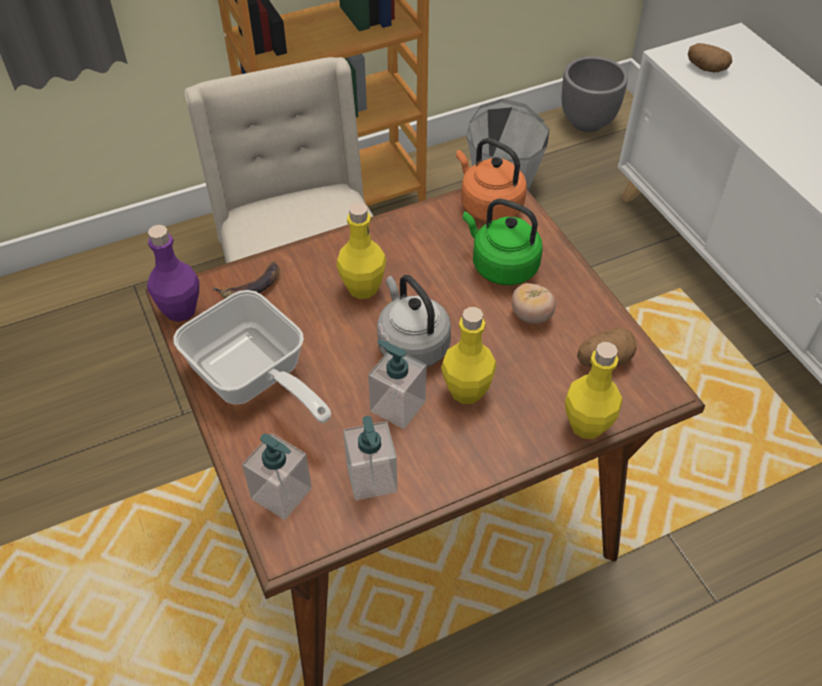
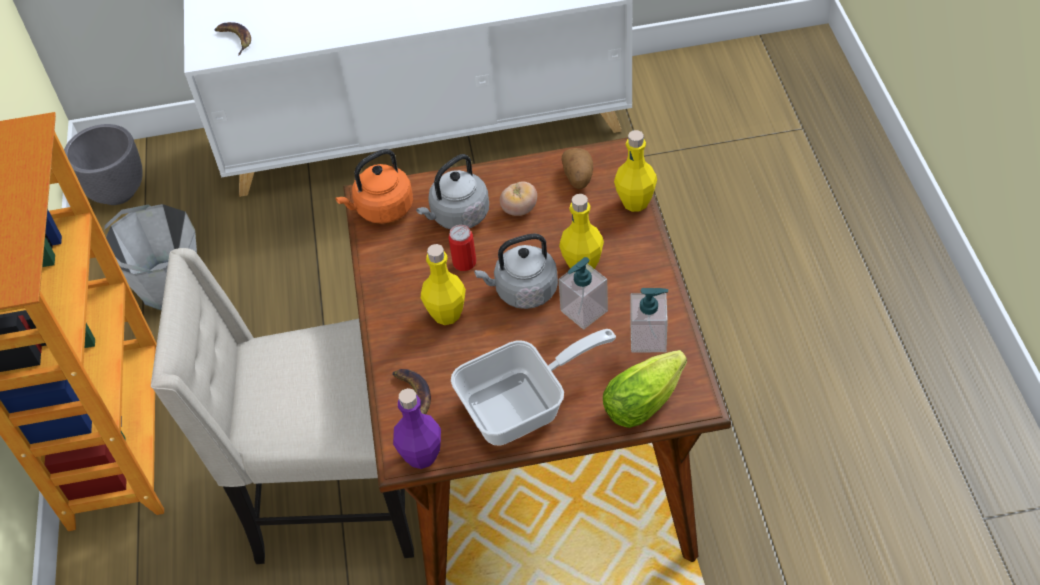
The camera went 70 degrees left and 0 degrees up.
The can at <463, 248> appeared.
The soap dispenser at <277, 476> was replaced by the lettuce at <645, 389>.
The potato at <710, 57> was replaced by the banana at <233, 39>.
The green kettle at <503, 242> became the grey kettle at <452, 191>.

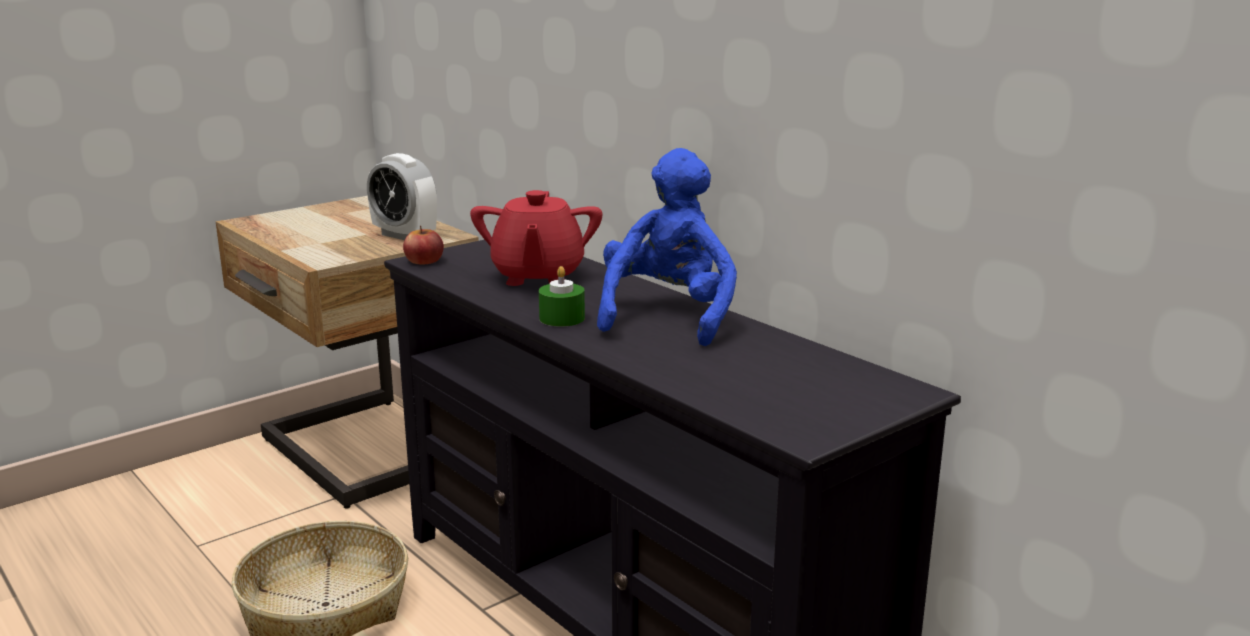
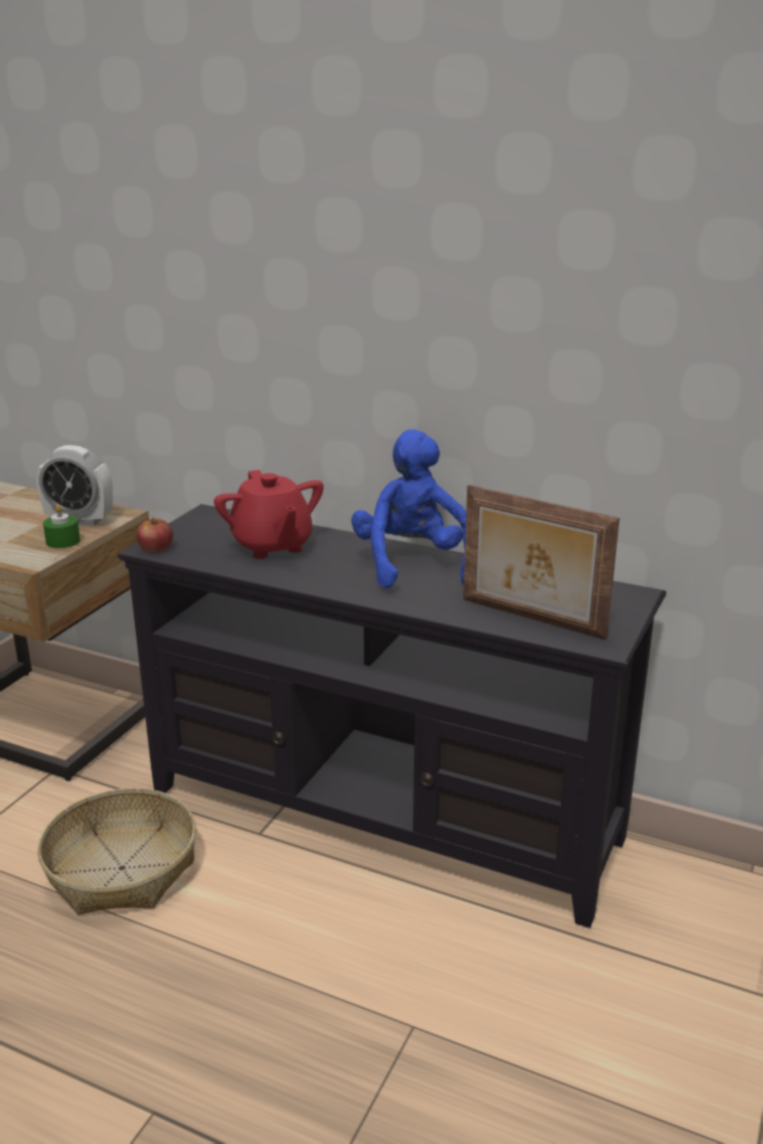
The camera went 25 degrees left and 5 degrees up.
The picture frame at <541, 562> appeared.
The green candle moved from <562, 296> to <61, 526>.

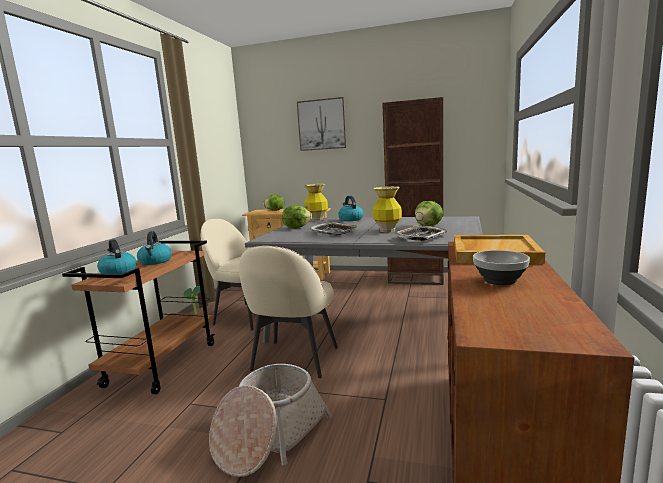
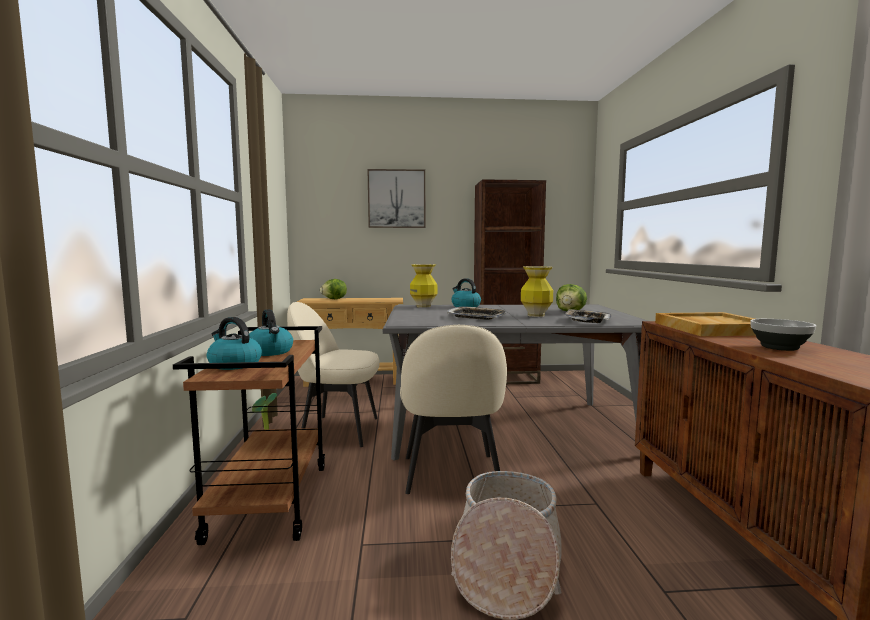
The camera went 20 degrees left and 5 degrees down.
The lettuce at <297, 216> disappeared.

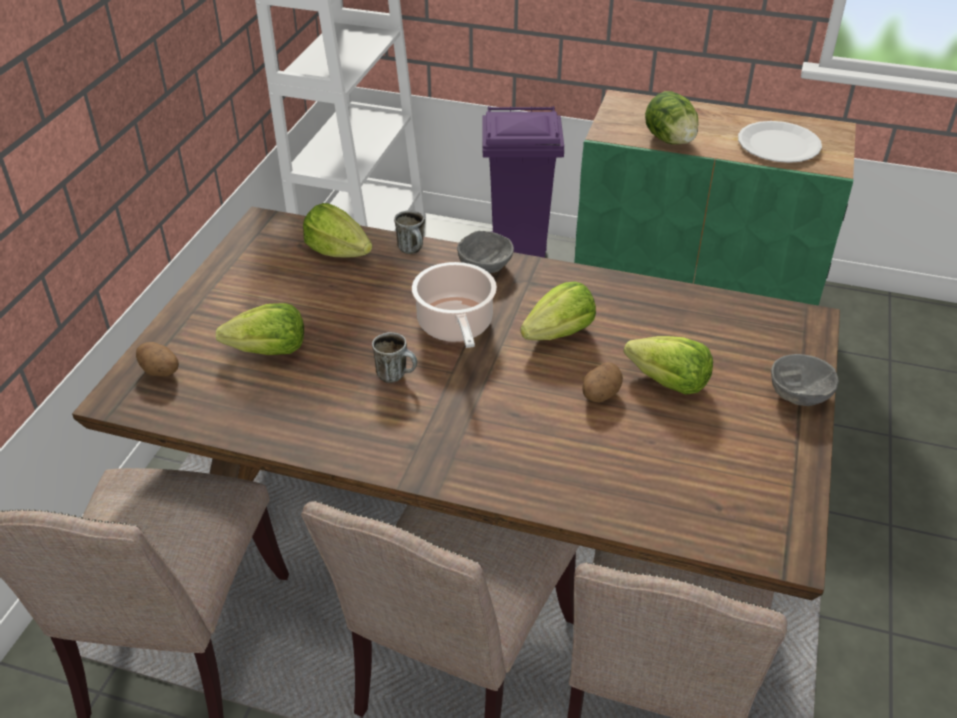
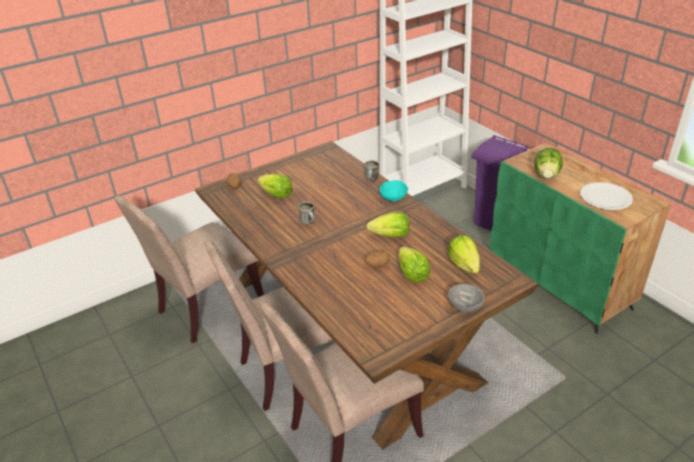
The camera went 40 degrees right and 5 degrees down.
The cooking pot at <454, 305> disappeared.
The lettuce moved from <337, 230> to <464, 254>.
The grey bowl at <485, 252> became the turquoise bowl at <393, 190>.

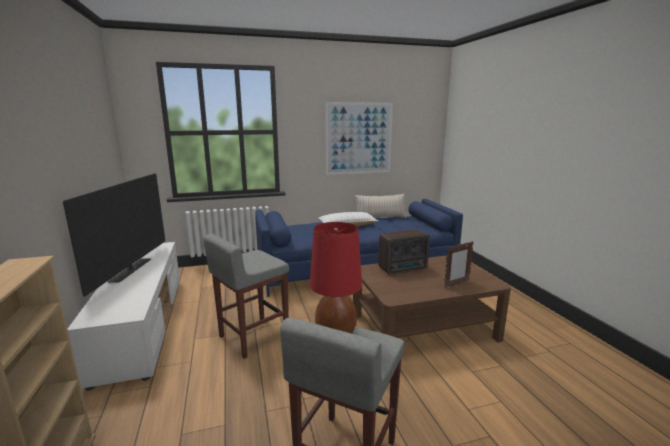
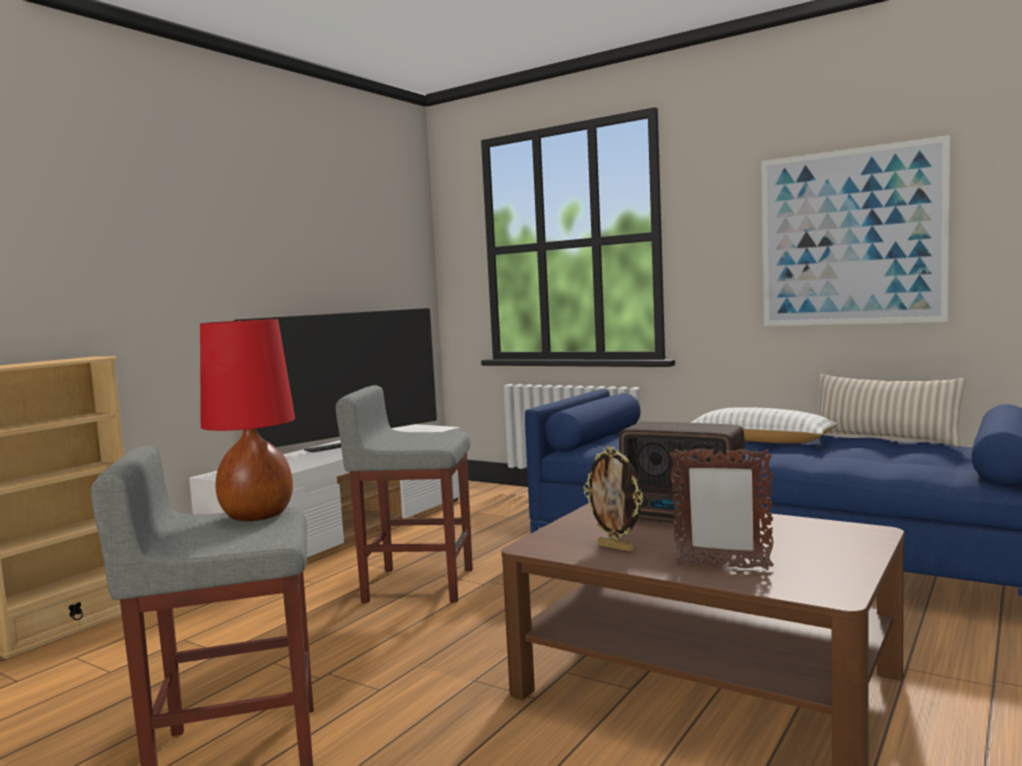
The camera went 50 degrees right and 10 degrees down.
The picture frame at <613, 498> appeared.

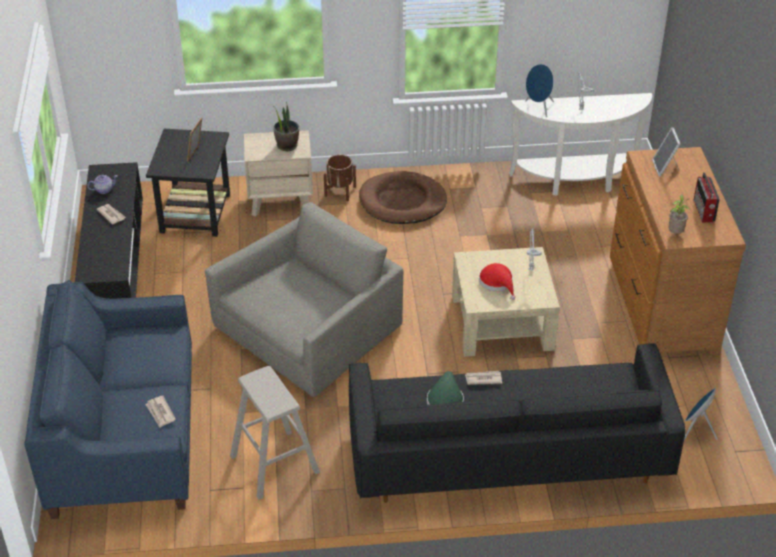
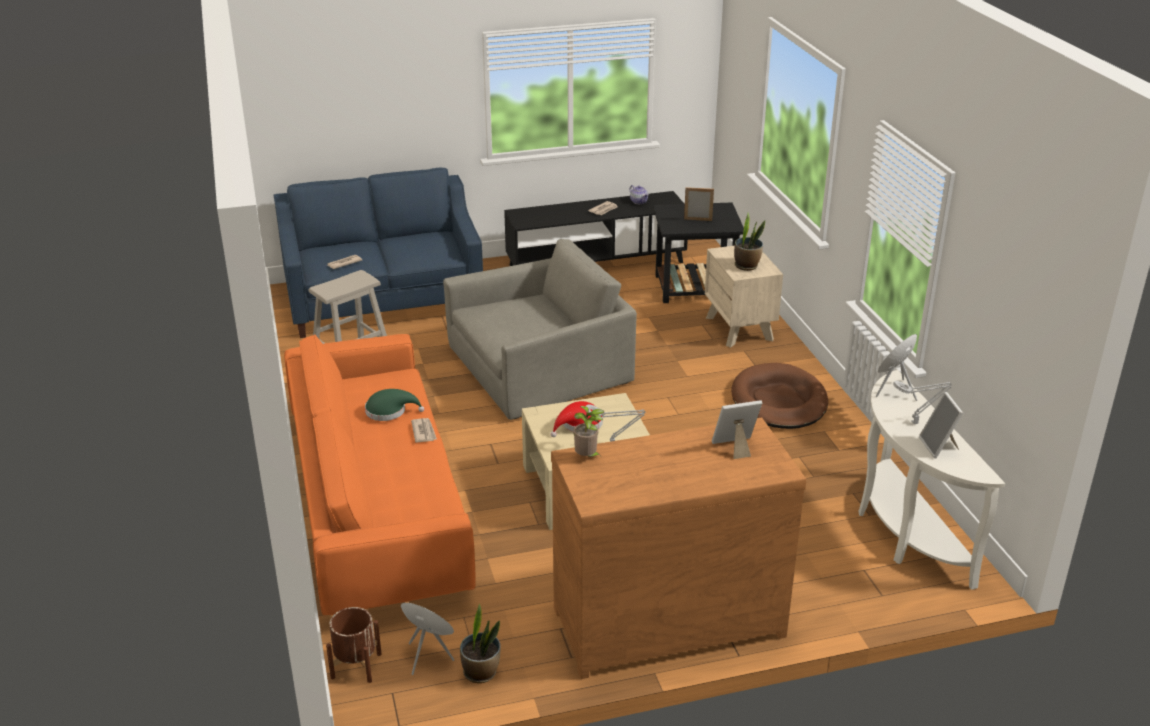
The camera went 80 degrees right and 10 degrees down.
The radio at <707, 197> disappeared.
The potted plant at <480, 643> appeared.
The picture frame at <941, 425> appeared.
The brown planter moved from <340, 178> to <354, 645>.
The black sofa at <517, 423> became the orange sofa at <380, 475>.
The grey armchair at <304, 299> turned 60 degrees counterclockwise.

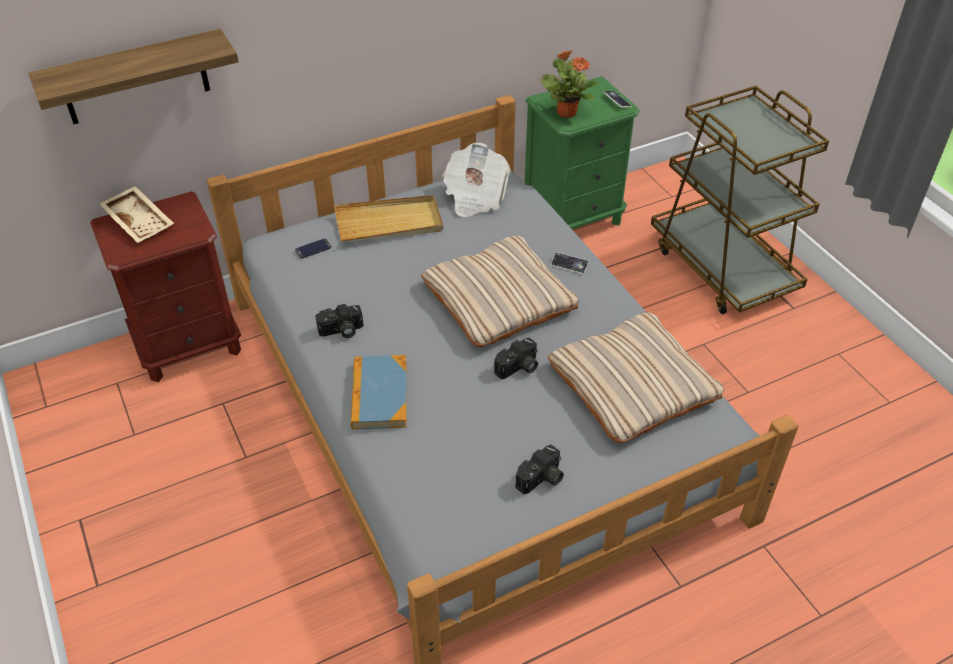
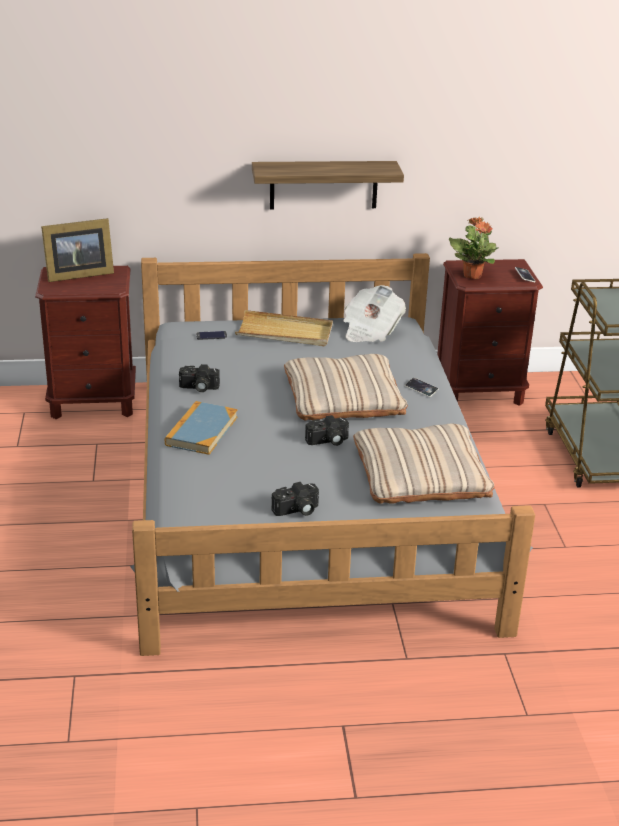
The camera went 20 degrees right and 15 degrees down.
The shelf moved from <133, 76> to <328, 185>.
The beige tray at <136, 214> was replaced by the picture frame at <77, 250>.
The green nightstand at <582, 152> became the brown nightstand at <490, 332>.

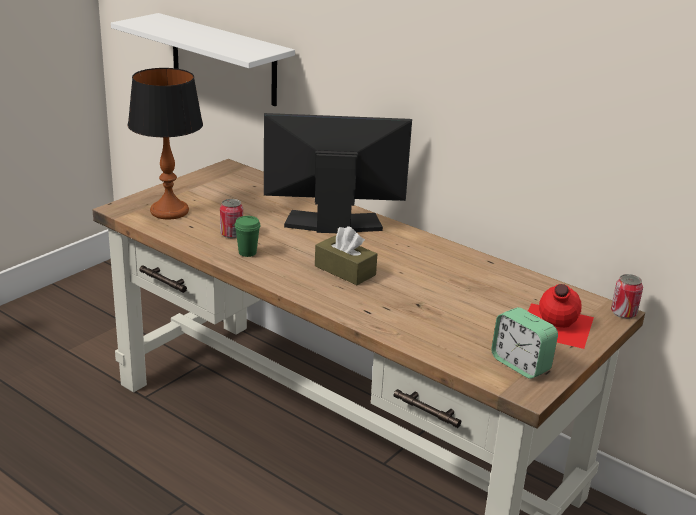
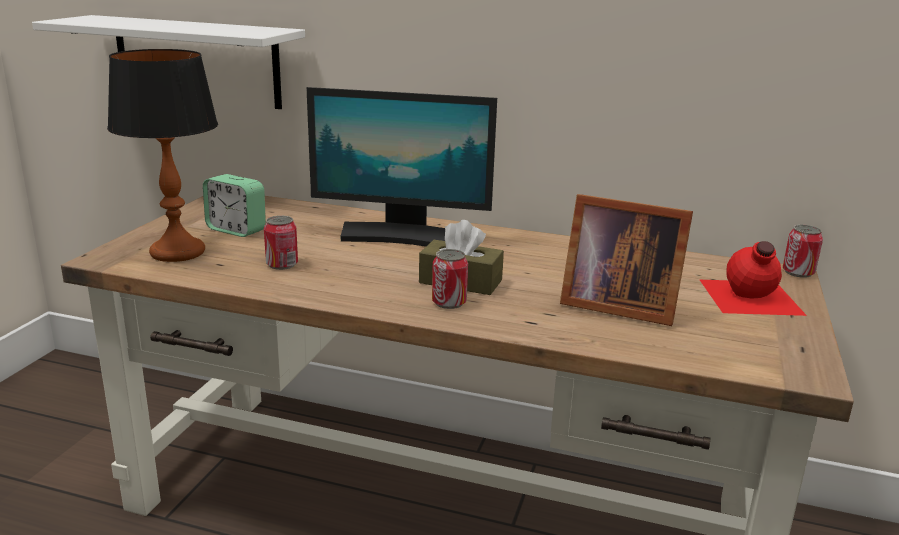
The camera went 20 degrees left and 5 degrees down.
The green cup at <247, 236> disappeared.
The can at <450, 279> appeared.
The picture frame at <626, 260> appeared.
The alarm clock moved from <524, 343> to <234, 205>.
The monitor at <338, 173> turned 150 degrees counterclockwise.

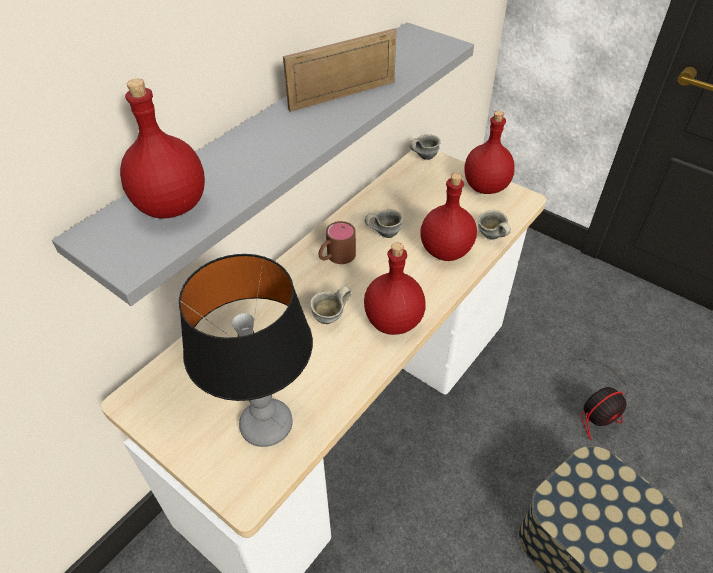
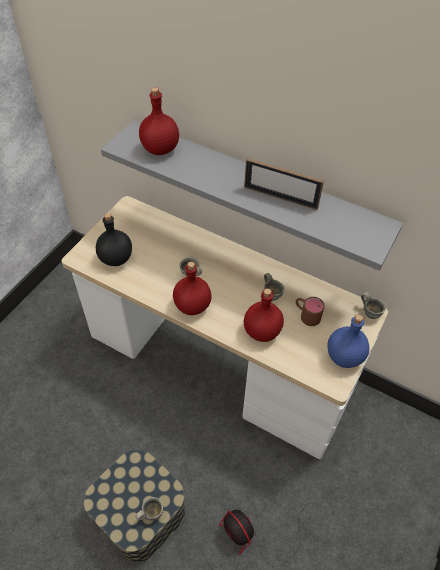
The camera went 80 degrees right and 5 degrees up.
The brown mug moved from <337, 242> to <310, 311>.
The grey mug moved from <494, 224> to <149, 509>.
The table lamp at <246, 350> was replaced by the black bottle at <114, 239>.
The red bottle at <489, 152> became the blue bottle at <348, 341>.
The picture frame at <339, 70> turned 150 degrees clockwise.

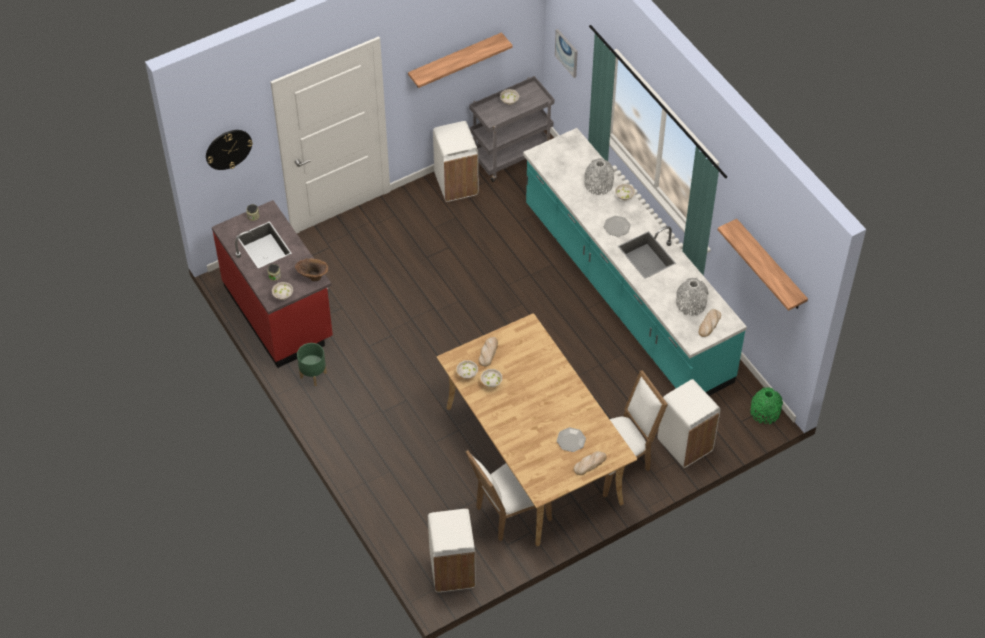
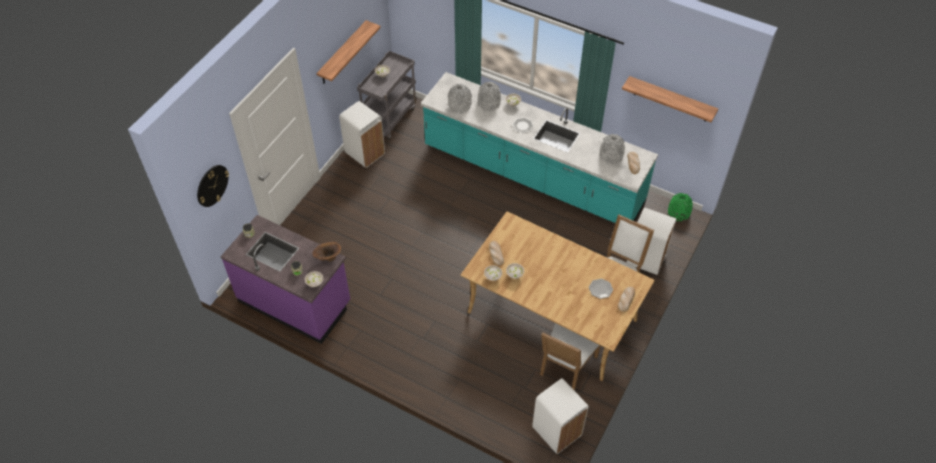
The camera went 30 degrees left and 0 degrees up.
The green planter at <312, 364> disappeared.
The picture at <566, 53> disappeared.
The grey vase at <460, 98> appeared.
The red counter at <272, 284> became the purple counter at <285, 279>.

